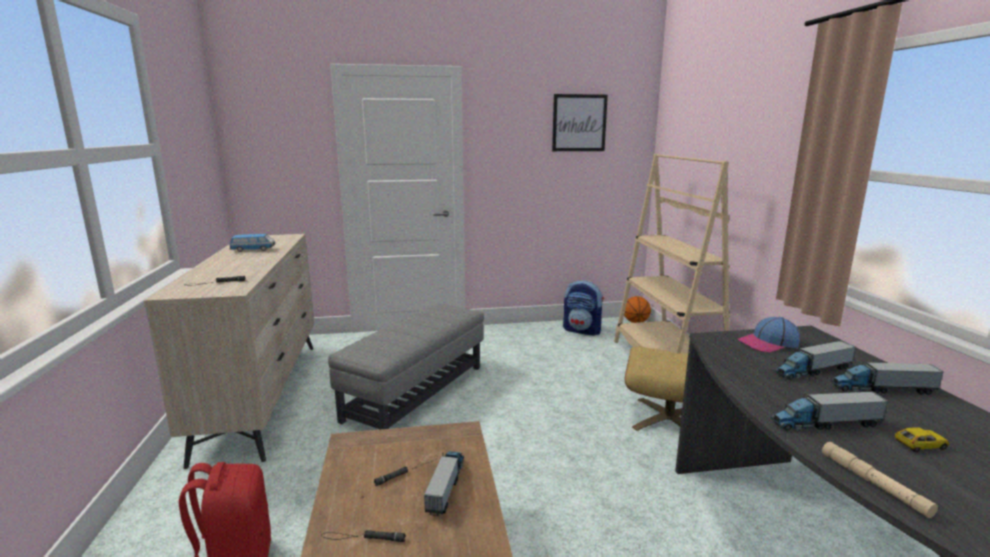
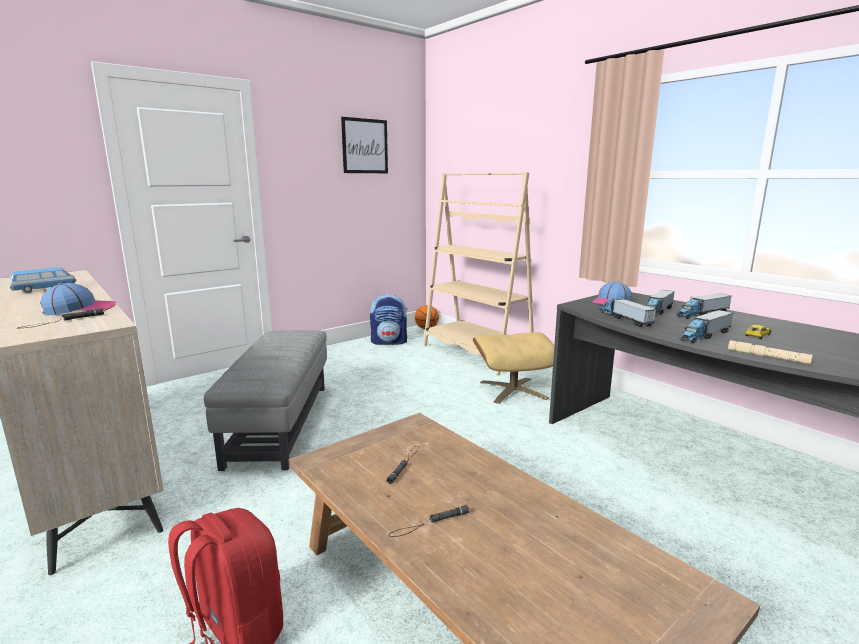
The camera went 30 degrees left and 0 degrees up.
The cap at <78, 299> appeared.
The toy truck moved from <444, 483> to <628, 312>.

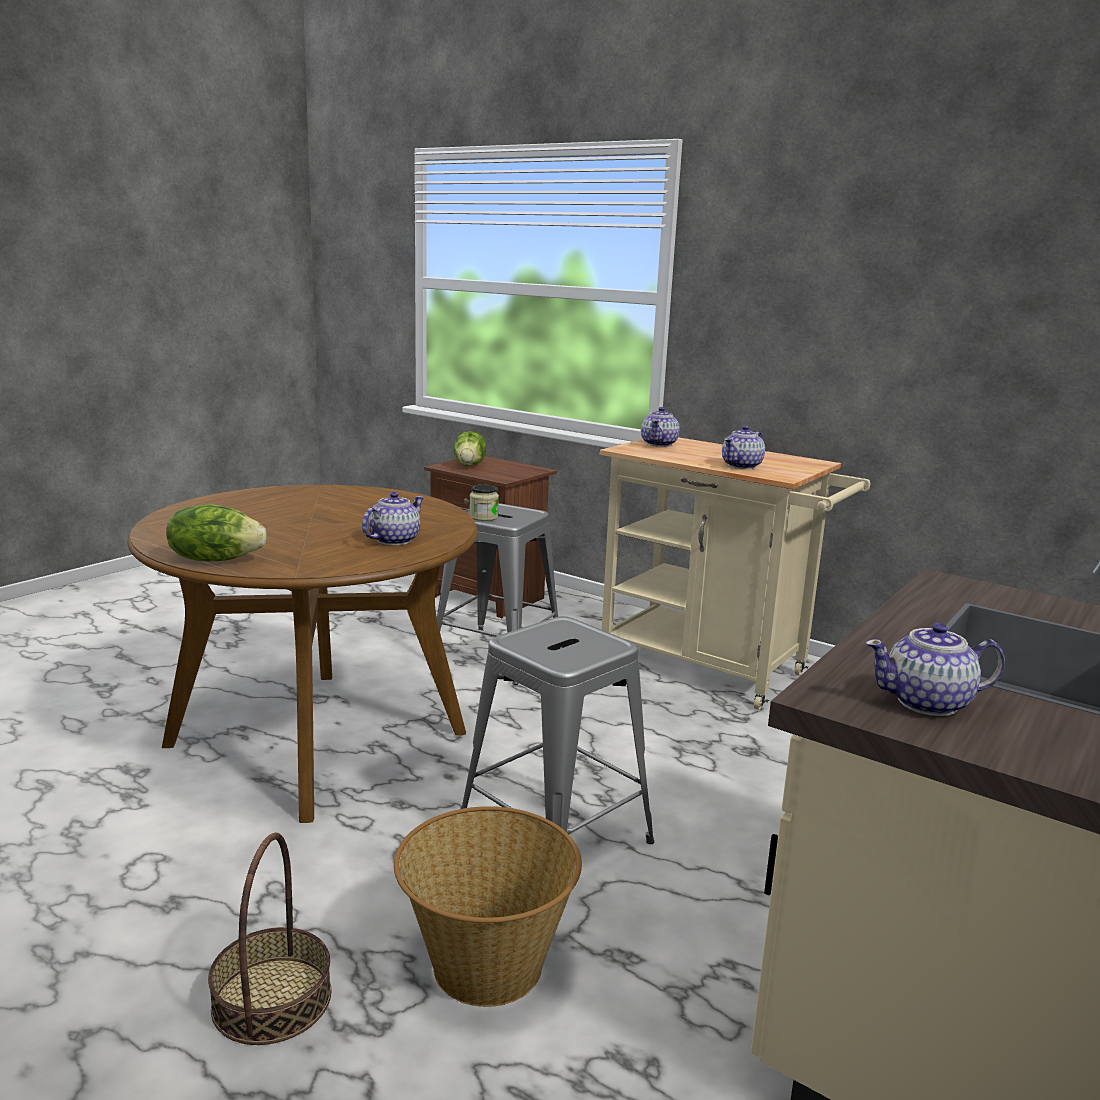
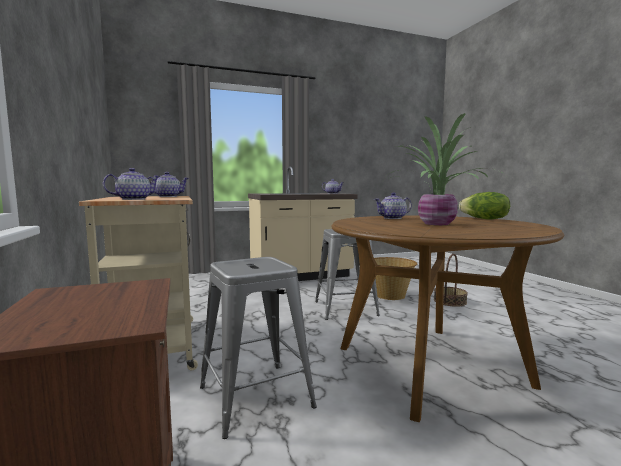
The camera went 145 degrees left and 10 degrees down.
The lettuce at <470, 448> disappeared.
The jar at <484, 502> disappeared.
The potted plant at <445, 169> appeared.

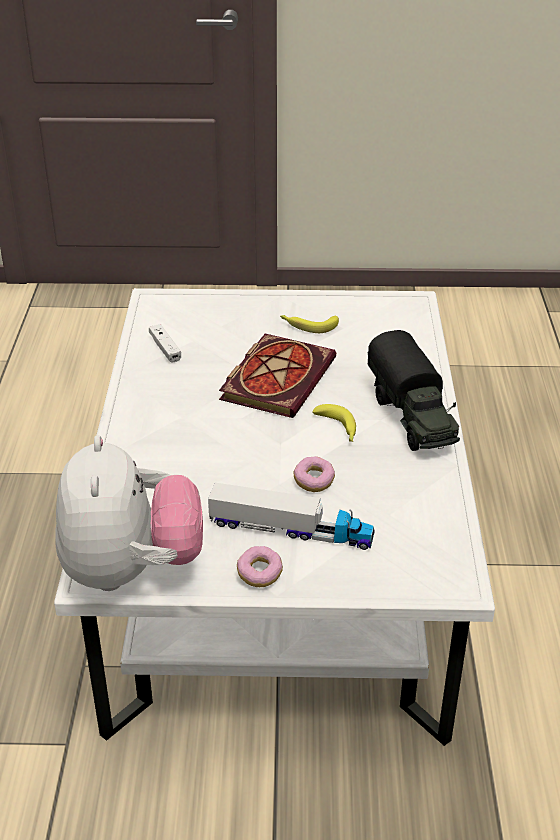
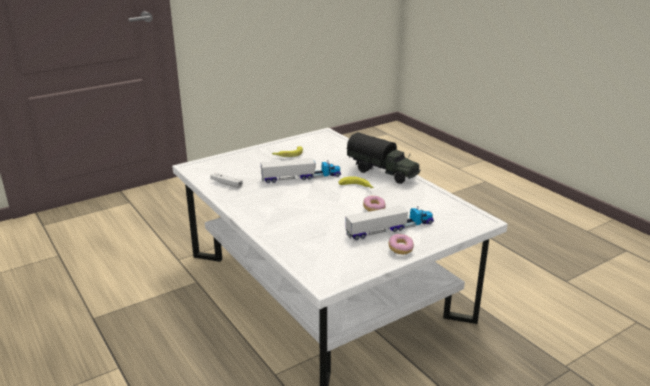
The camera went 35 degrees left and 10 degrees down.
The plush toy at <129, 513> disappeared.
The book at <277, 376> was replaced by the toy truck at <301, 170>.

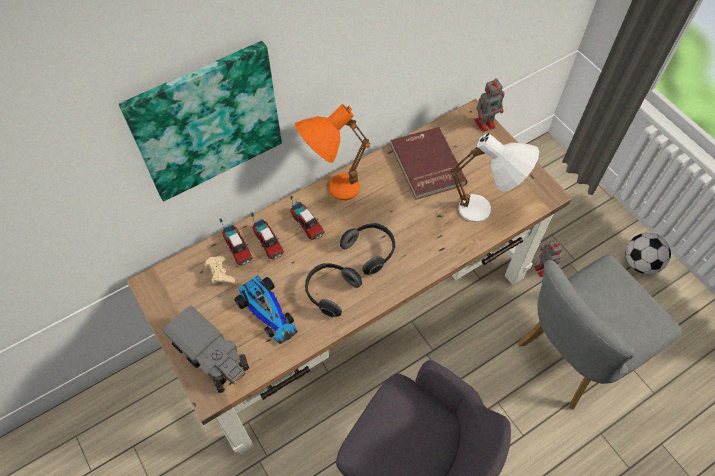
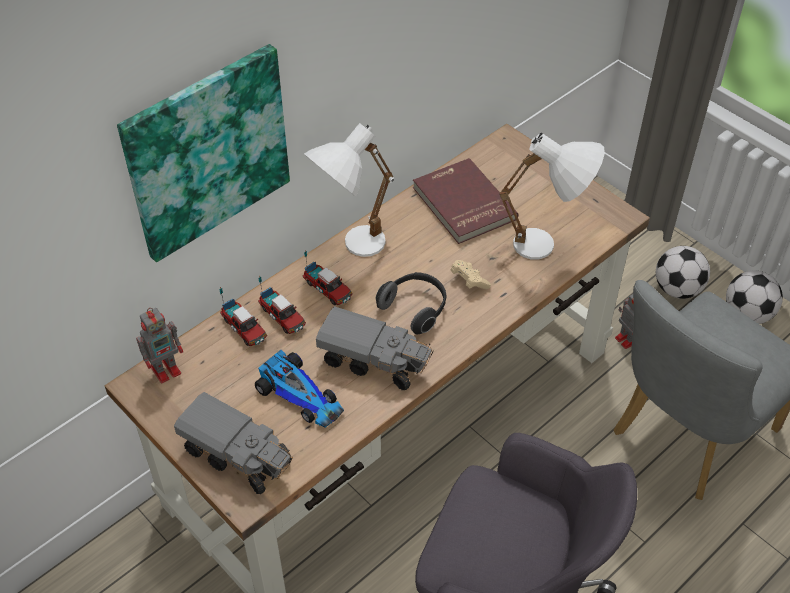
The camera went 10 degrees left and 10 degrees down.
The football at <683, 272> appeared.
The beige game controller moved from <219, 270> to <471, 274>.
The toy robot moved from <489, 105> to <159, 346>.
The headphones at <333, 290> was replaced by the toy truck at <375, 348>.
The orange table lamp at <332, 152> became the white table lamp at <349, 190>.

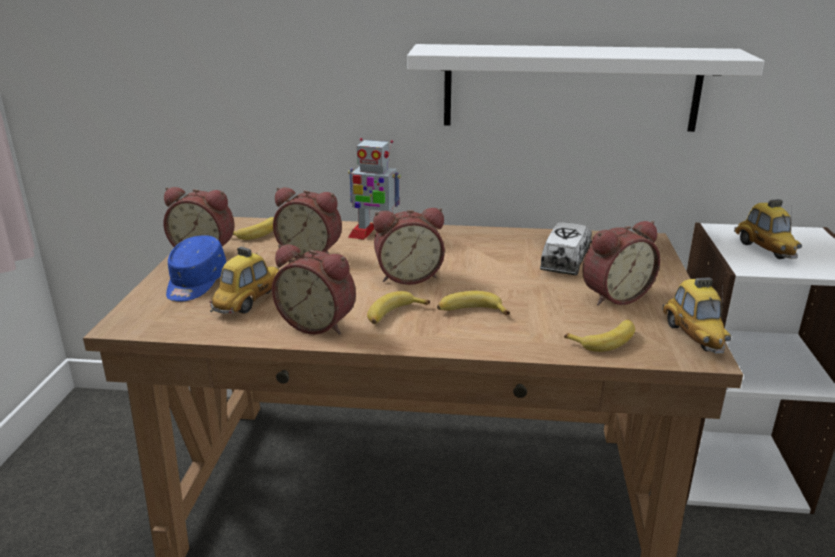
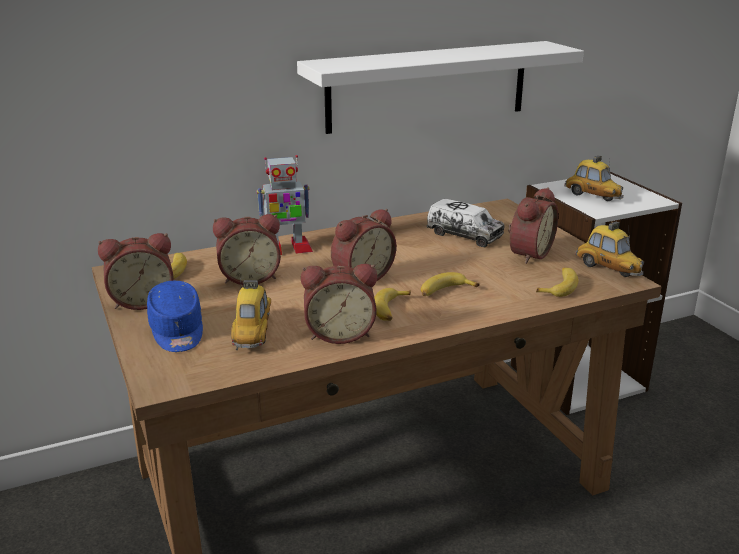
The camera went 30 degrees left and 0 degrees up.
The toy truck at <566, 248> turned 135 degrees clockwise.

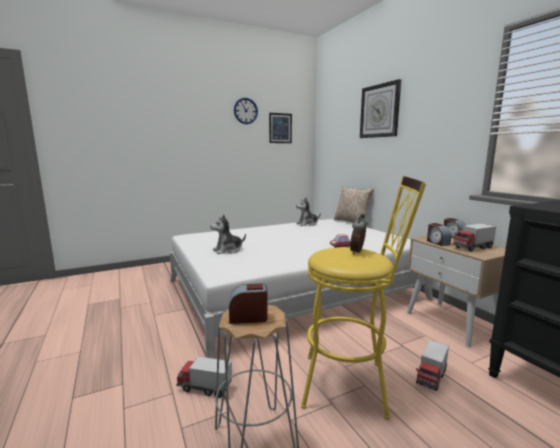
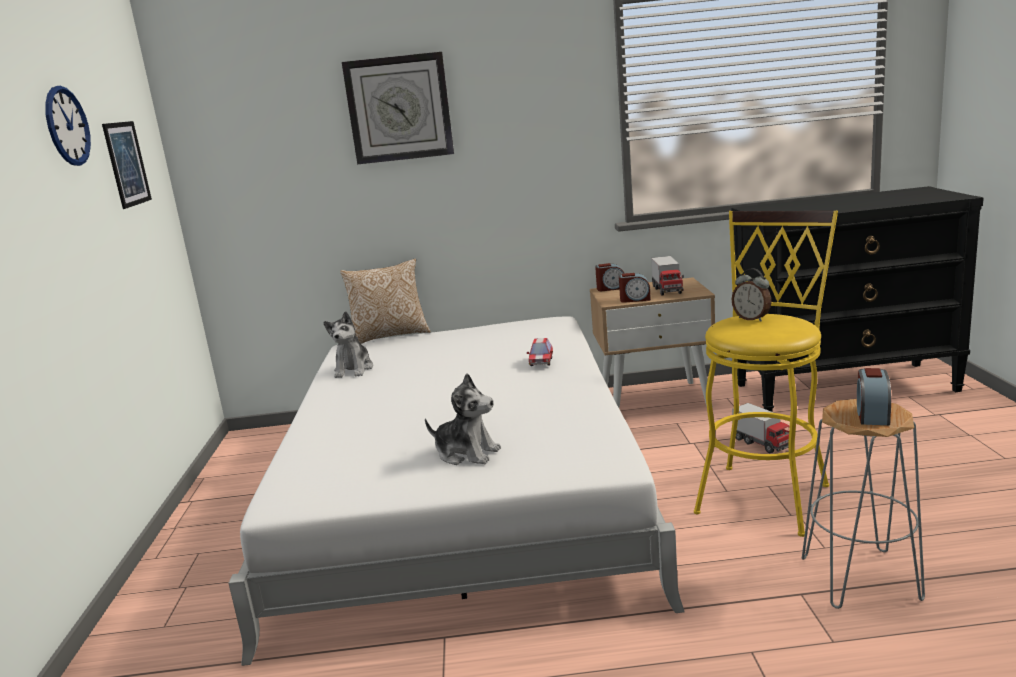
The camera went 65 degrees left and 5 degrees up.
The toy truck at <204, 377> disappeared.
The plush toy at <228, 234> turned 60 degrees counterclockwise.

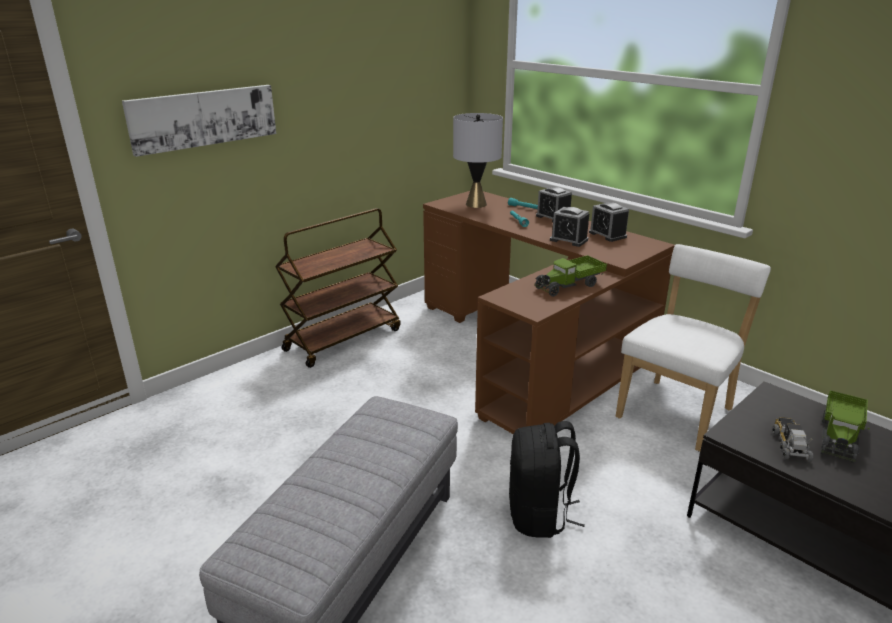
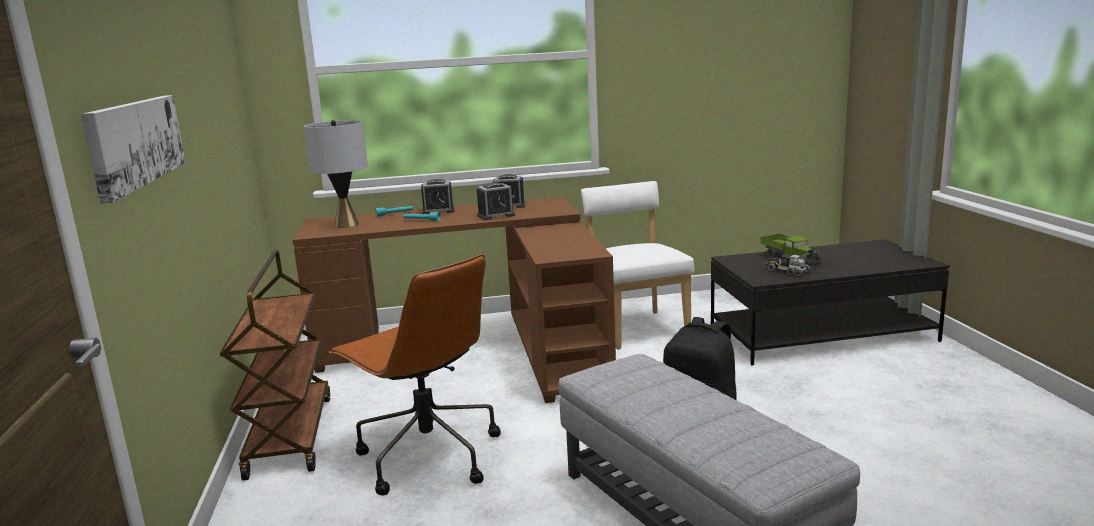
The camera went 55 degrees left and 10 degrees down.
The toy truck at <570, 276> disappeared.
The brown office chair at <415, 375> appeared.

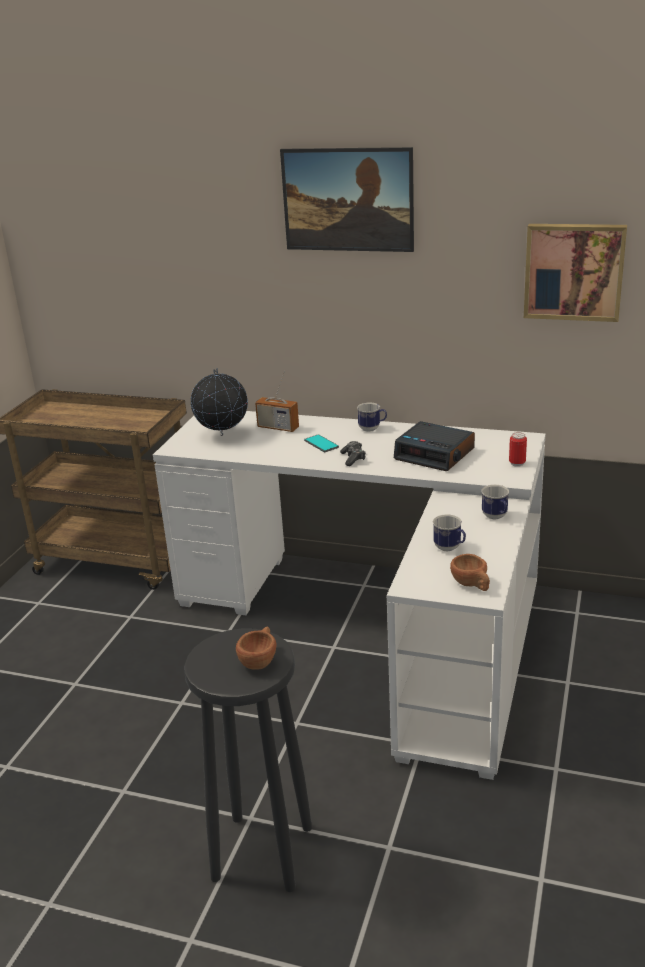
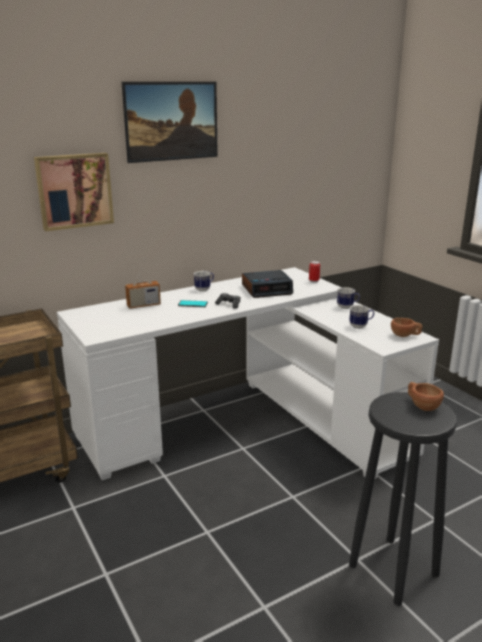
The camera went 50 degrees left and 5 degrees down.
The globe at <219, 402> disappeared.
The picture moved from <575, 273> to <74, 192>.

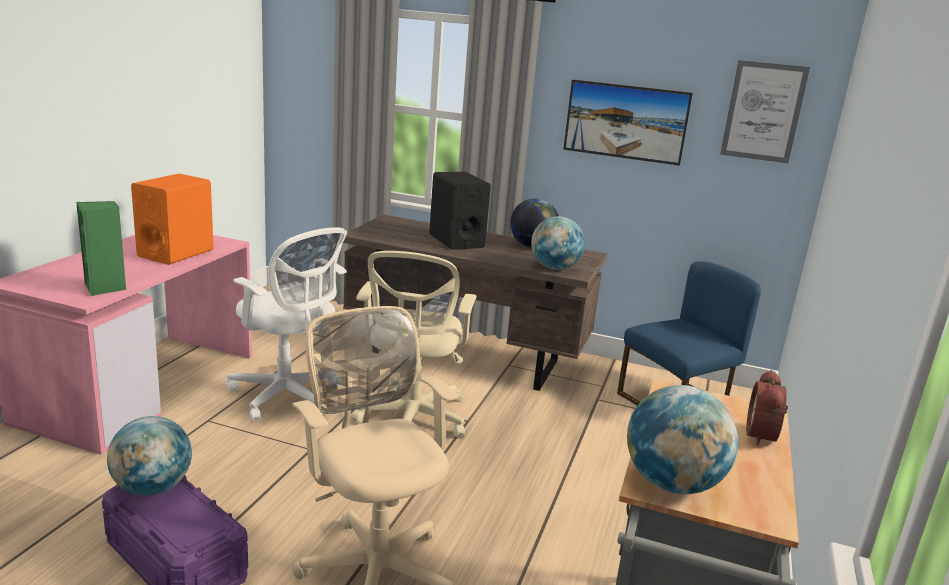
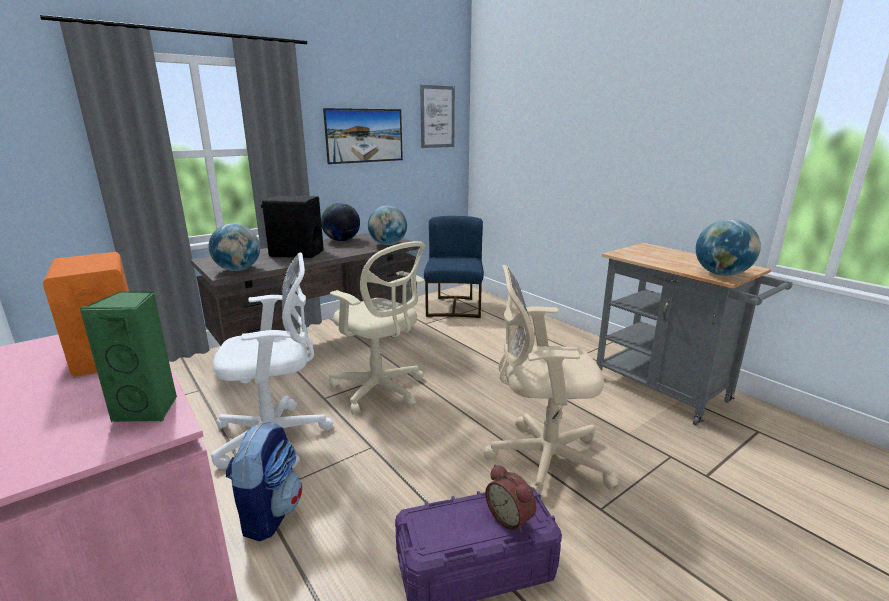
The camera went 55 degrees left and 0 degrees up.
The backpack at <264, 481> appeared.
The globe moved from <149, 456> to <234, 247>.
The alarm clock moved from <767, 408> to <511, 499>.

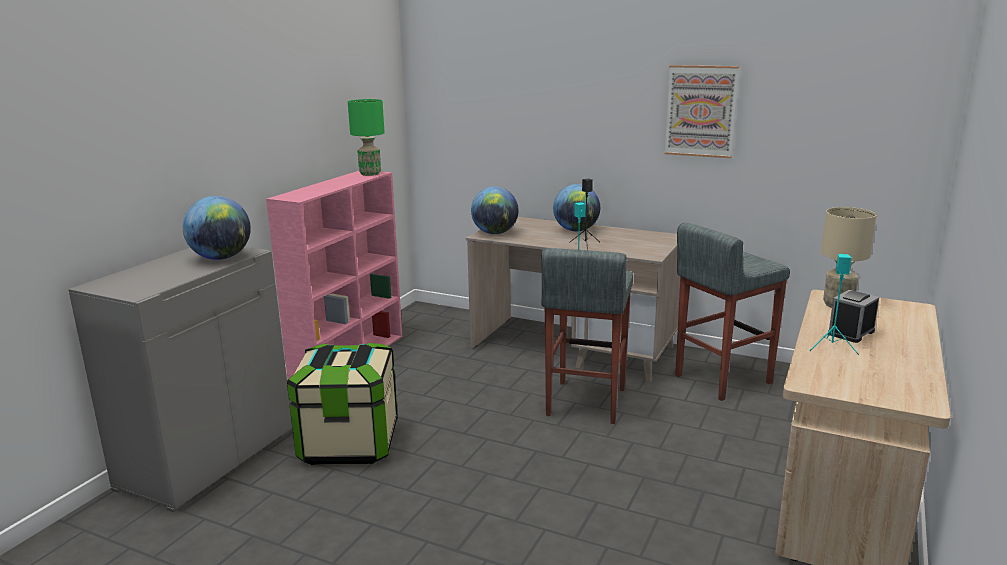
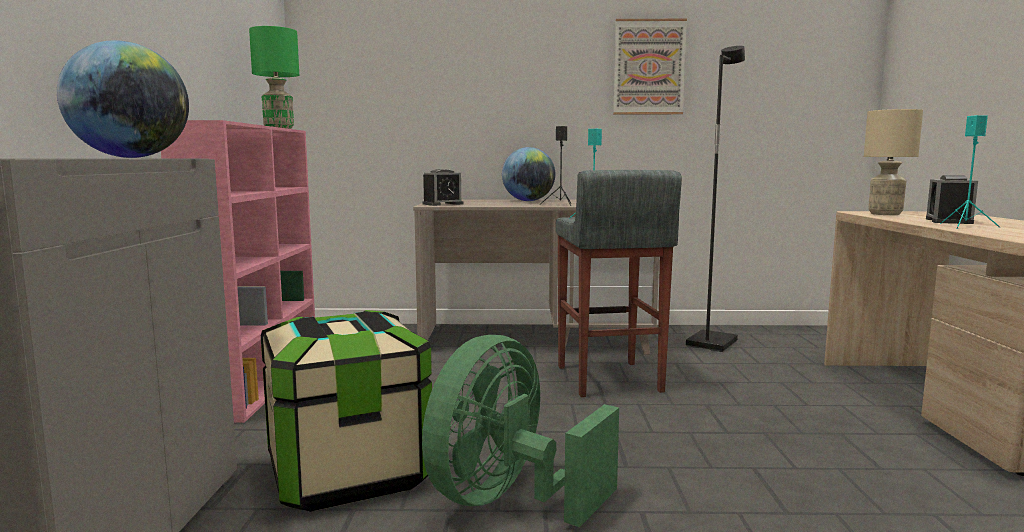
The camera went 25 degrees left and 10 degrees down.
The green fan at <520, 431> appeared.
The globe at <495, 210> was replaced by the alarm clock at <442, 187>.
The grey stool at <732, 312> was replaced by the black floor lamp at <715, 199>.

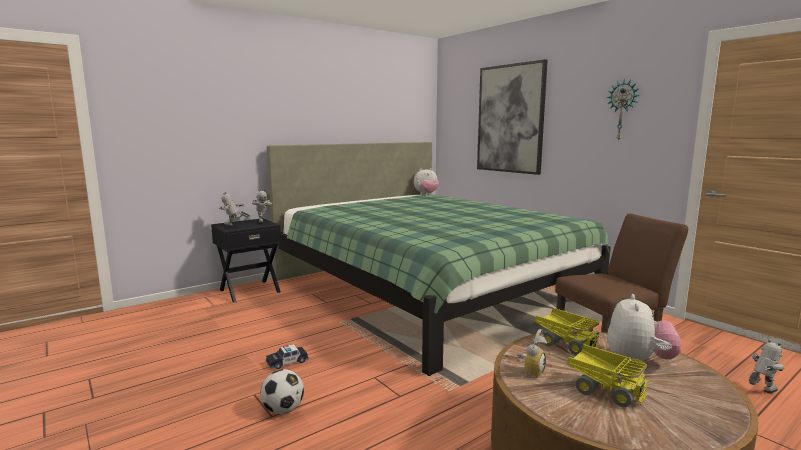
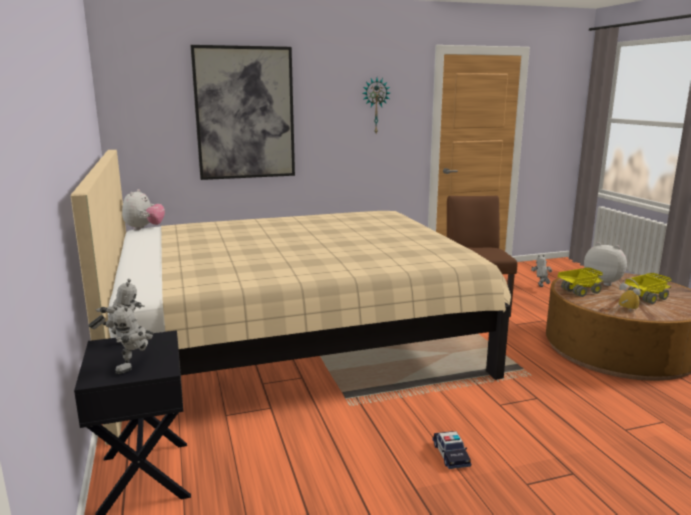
The camera went 70 degrees left and 5 degrees up.
The football at <282, 391> disappeared.
The green bed at <439, 259> became the beige bed at <291, 297>.

